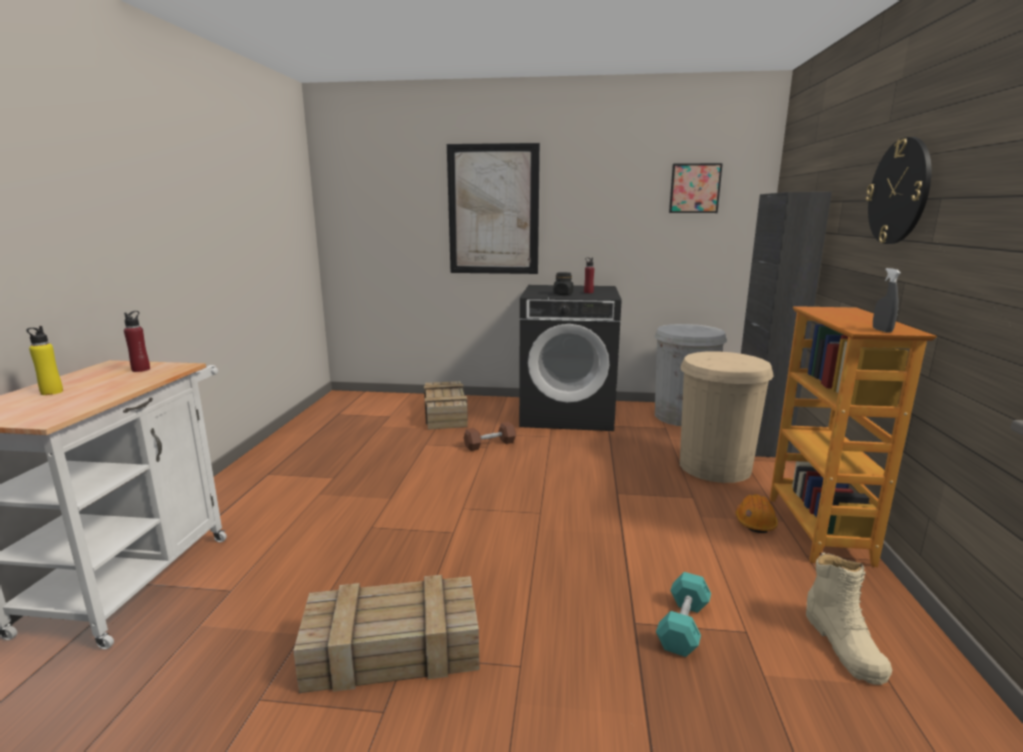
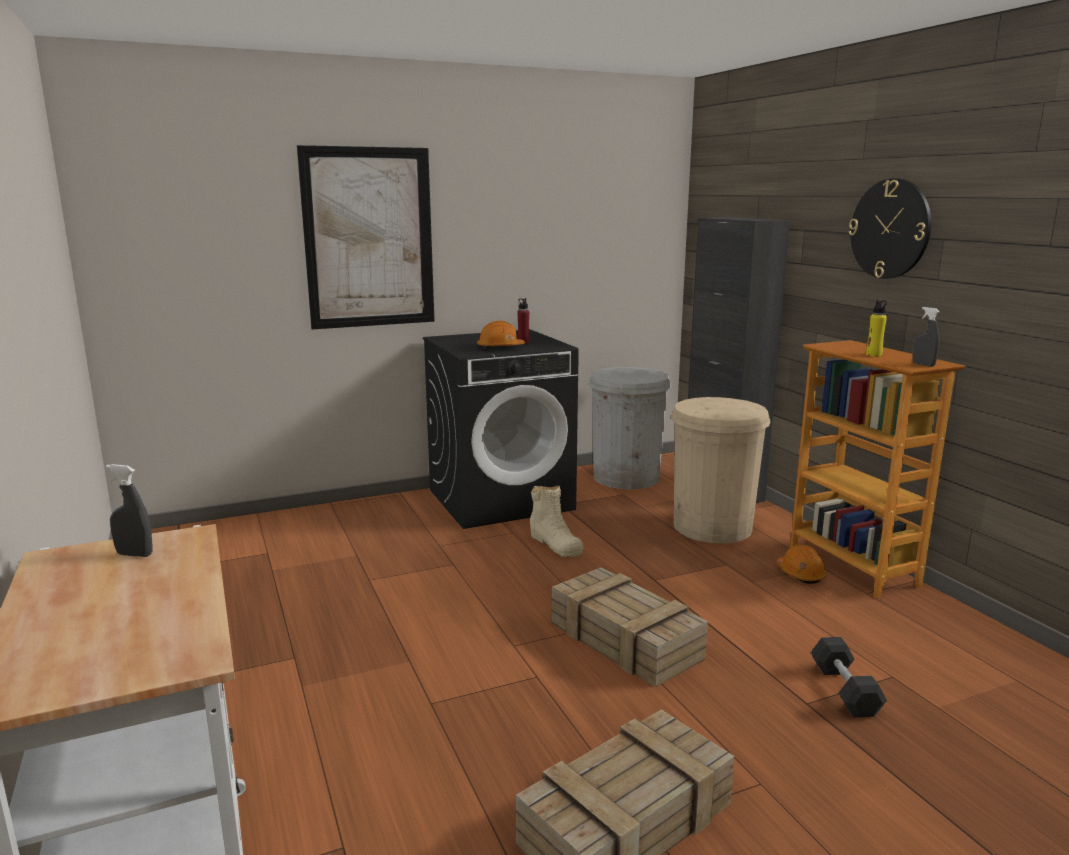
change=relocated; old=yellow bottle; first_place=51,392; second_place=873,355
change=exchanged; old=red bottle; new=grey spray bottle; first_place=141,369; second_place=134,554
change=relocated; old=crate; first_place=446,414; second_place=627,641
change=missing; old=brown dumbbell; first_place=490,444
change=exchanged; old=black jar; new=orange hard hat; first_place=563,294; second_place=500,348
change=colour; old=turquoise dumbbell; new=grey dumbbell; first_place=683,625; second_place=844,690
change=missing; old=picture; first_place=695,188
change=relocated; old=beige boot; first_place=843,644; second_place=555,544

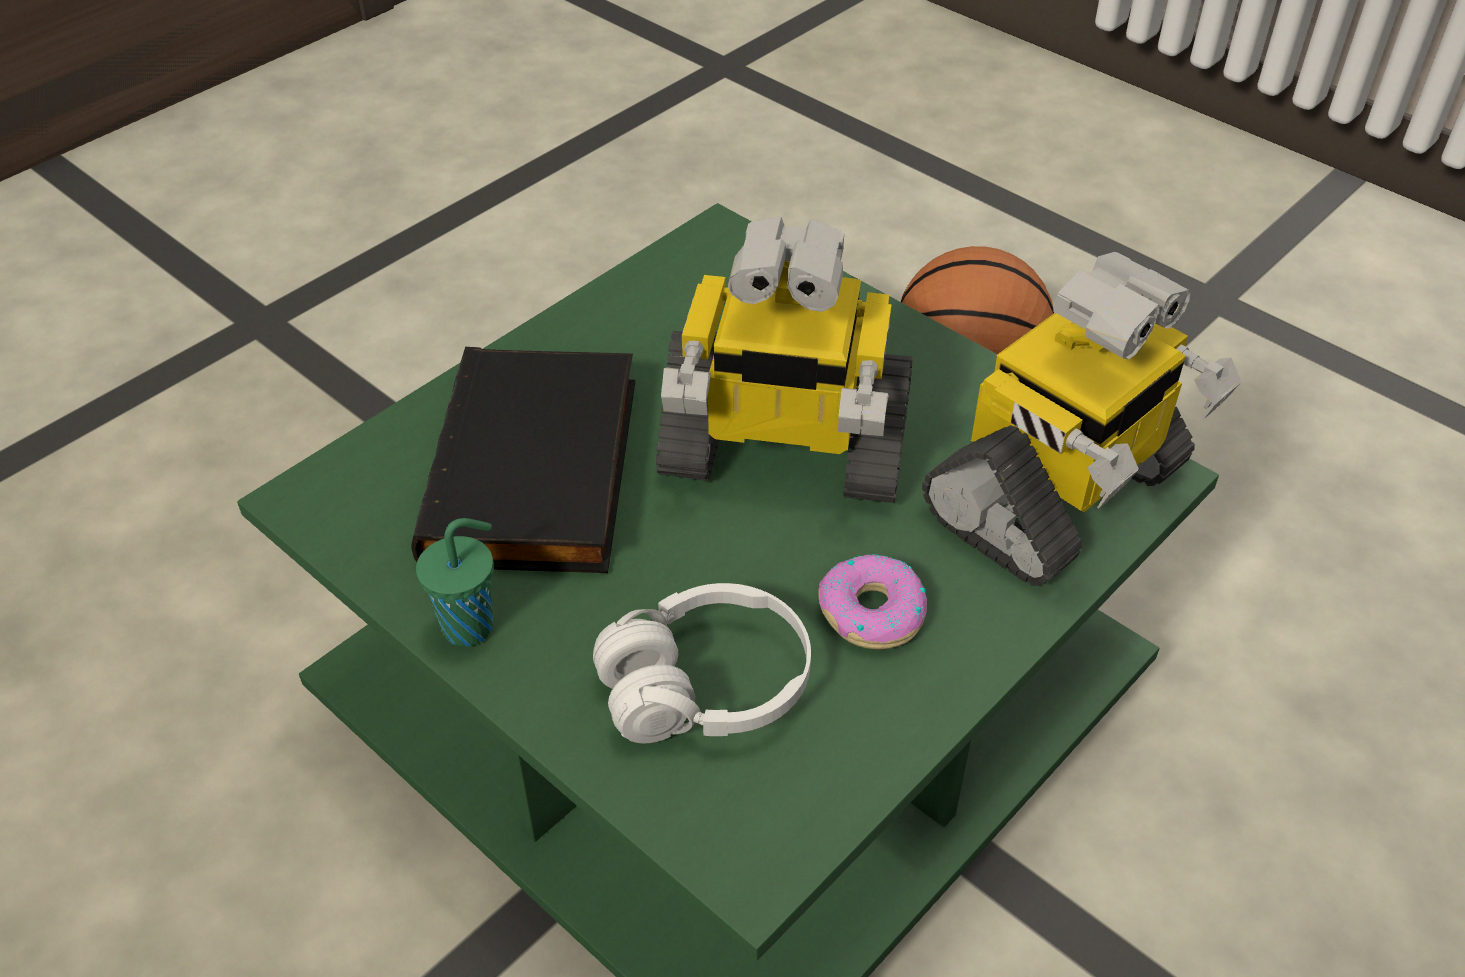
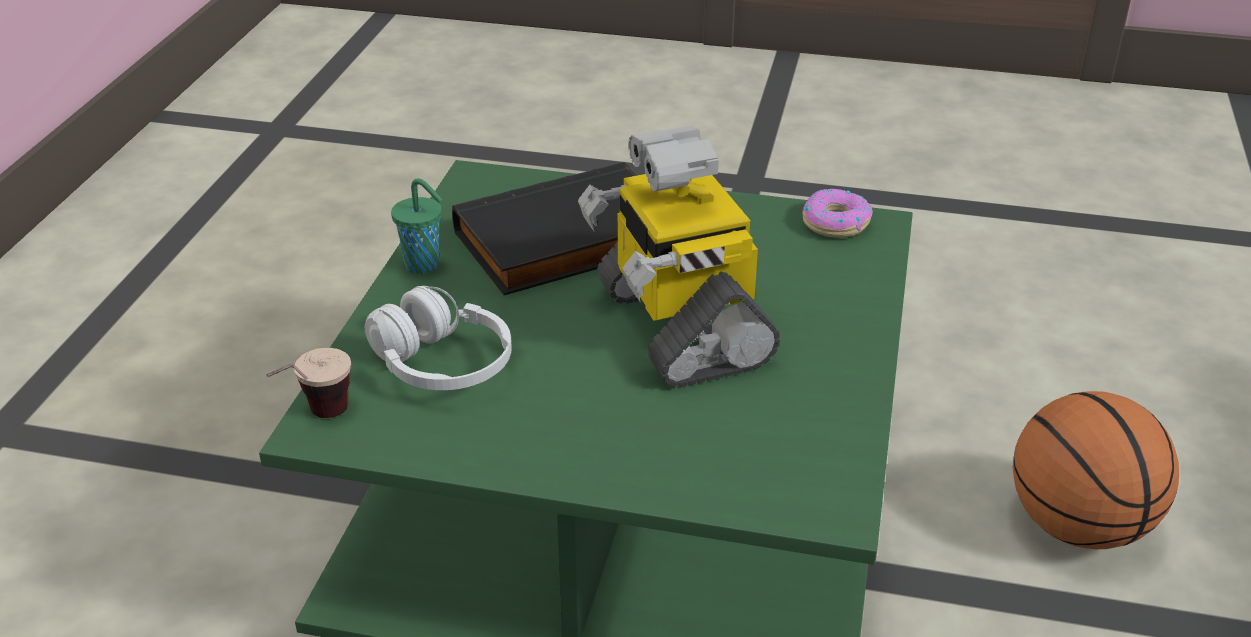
change=relocated; old=donut; first_place=871,612; second_place=835,223
change=missing; old=toy robot; first_place=1059,494
change=appeared; new=cup; second_place=315,420

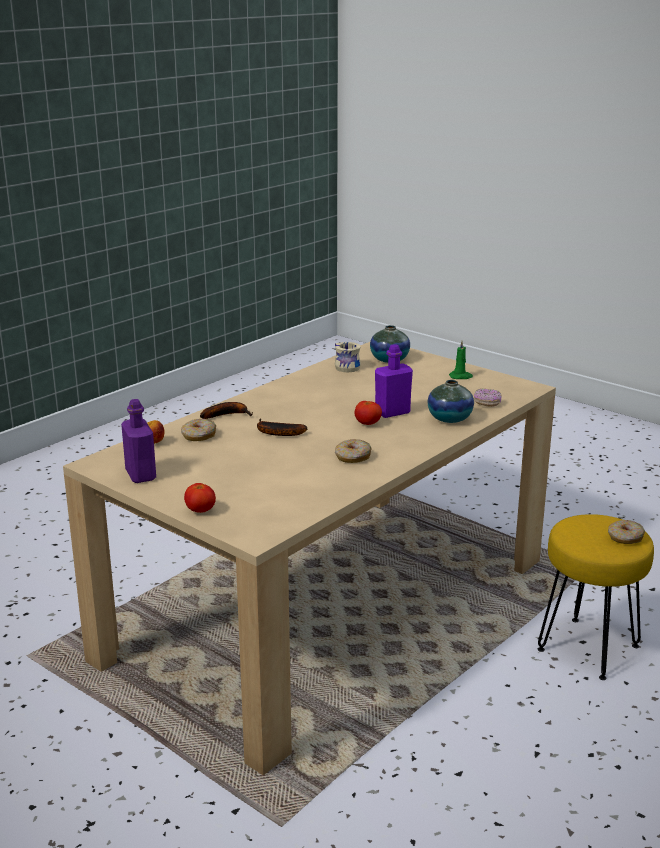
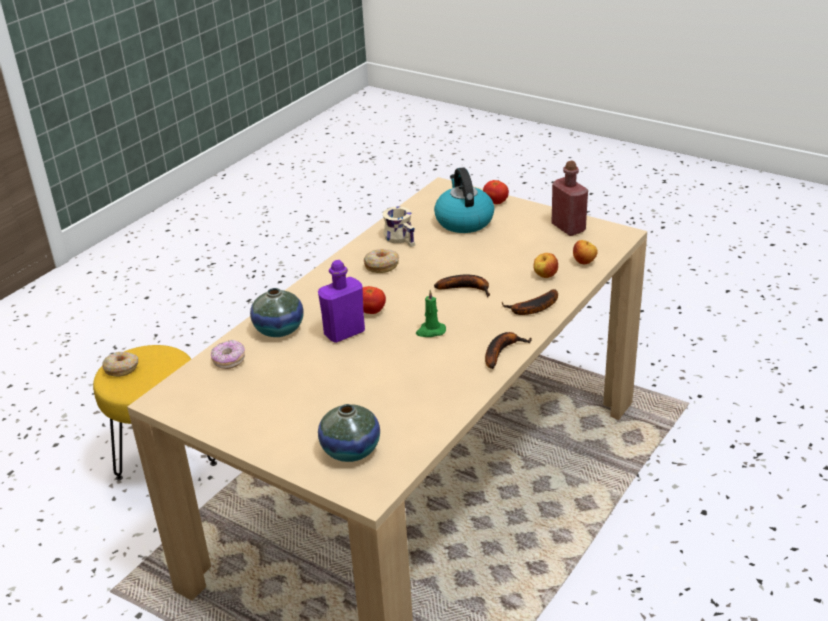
change=colour; old=purple bottle; new=red bottle; first_place=140,475; second_place=568,228
change=exchanged; old=donut; new=apple; first_place=199,436; second_place=545,276
change=relocated; old=beige mug; first_place=343,367; second_place=403,237
change=relocated; old=green candle; first_place=461,376; second_place=430,331
change=appeared; new=kettle; second_place=463,221
change=appeared; new=banana; second_place=502,352

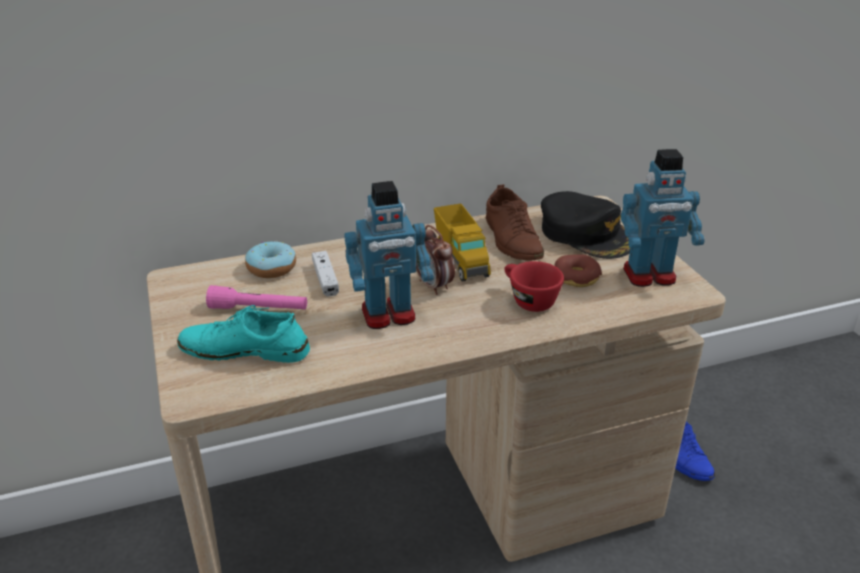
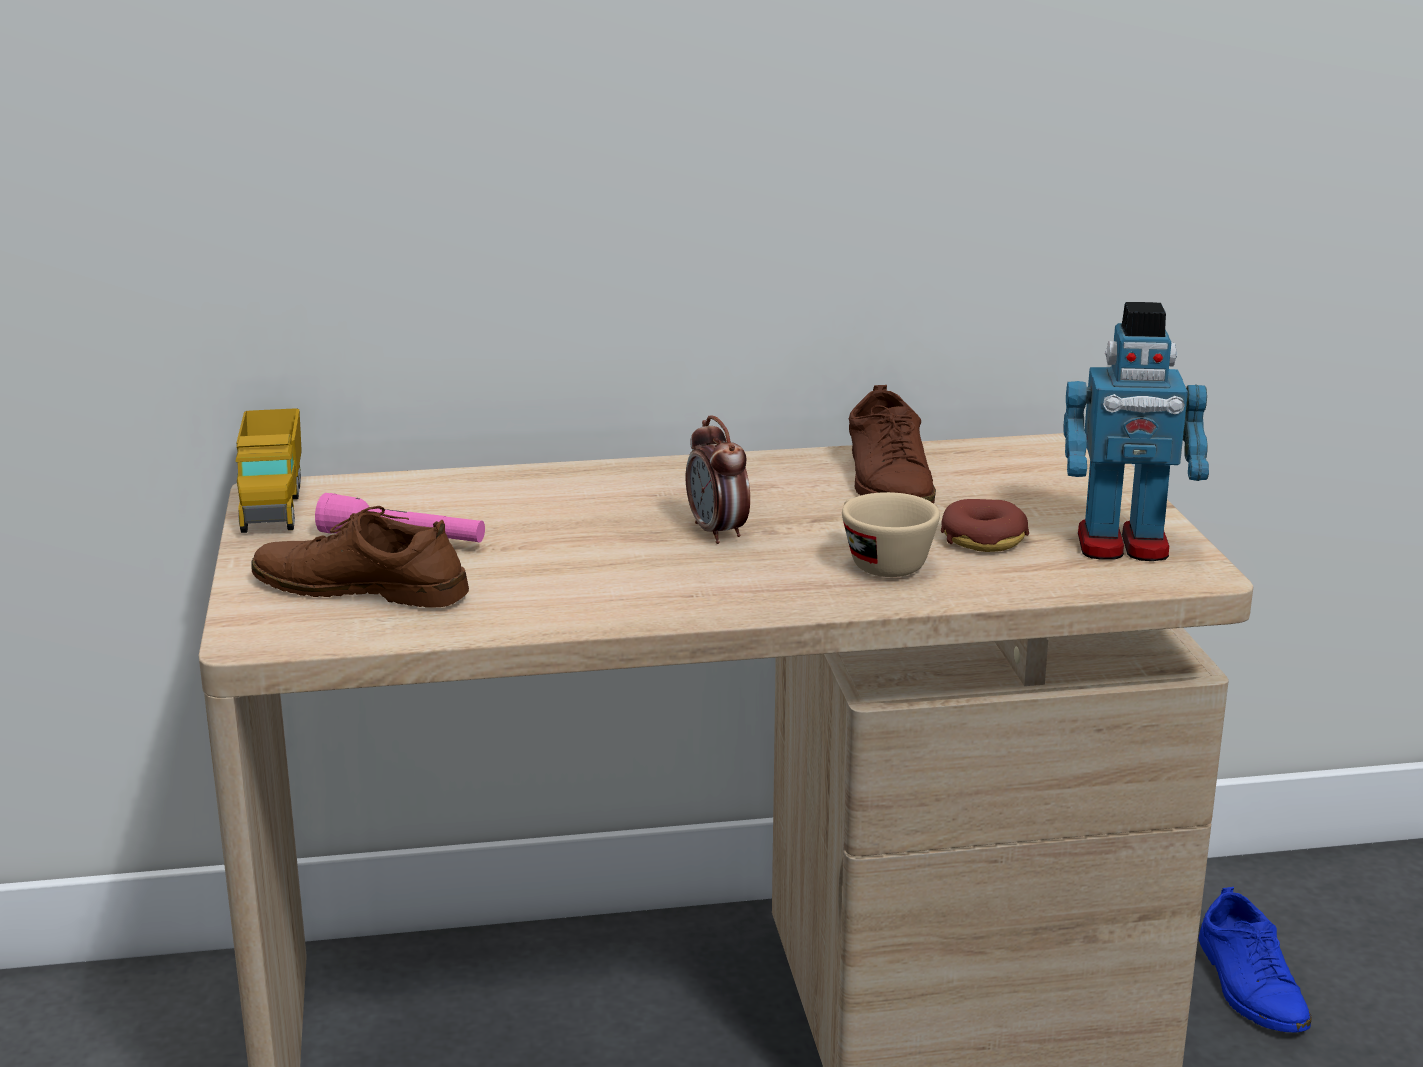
change=colour; old=turquoise shoe; new=brown shoe; first_place=245,349; second_place=361,588
change=missing; old=donut; first_place=272,268
change=missing; old=white game controller; first_place=325,279
change=missing; old=toy robot; first_place=389,315
change=relocated; old=toy truck; first_place=461,260; second_place=272,505
change=colour; old=red cup; new=beige cup; first_place=528,300; second_place=879,562
change=missing; old=black cap; first_place=586,234

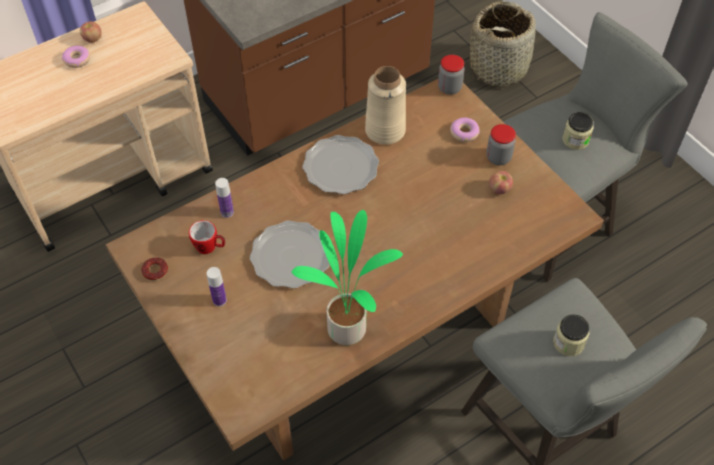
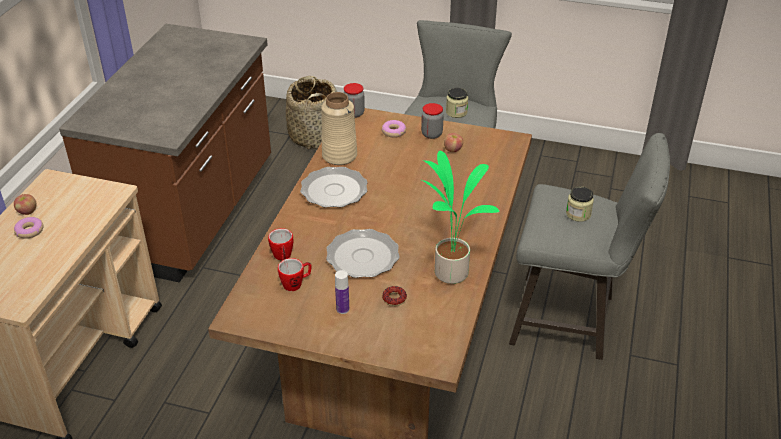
change=relocated; old=donut; first_place=155,271; second_place=394,298
change=exchanged; old=bottle; new=mug; first_place=227,212; second_place=283,257

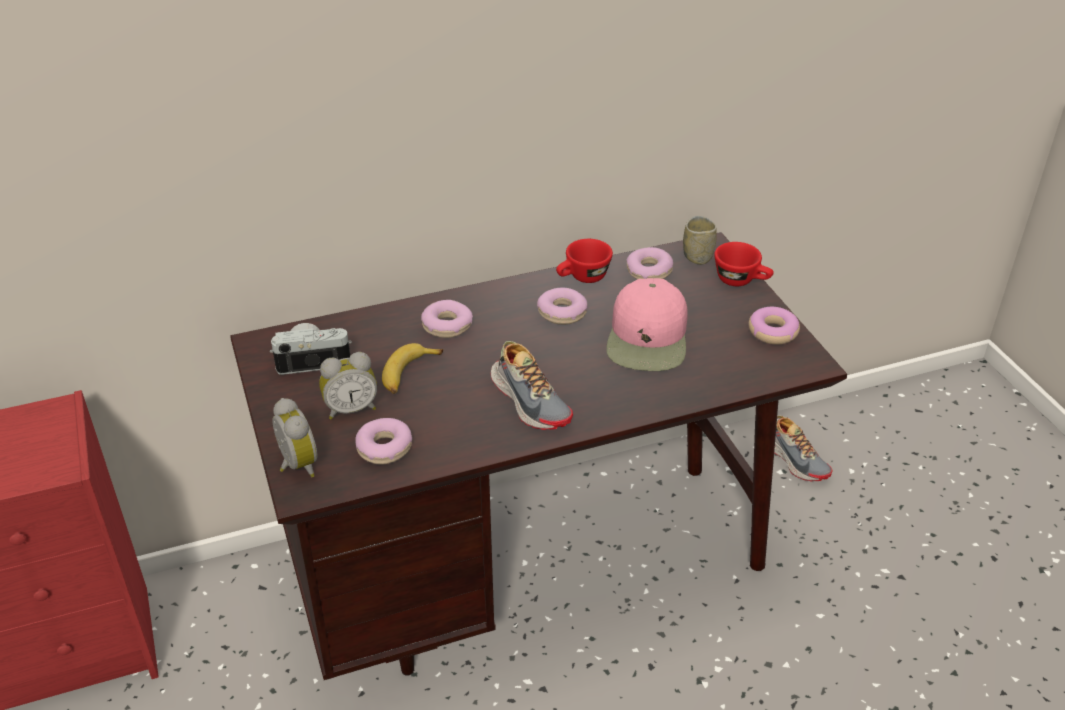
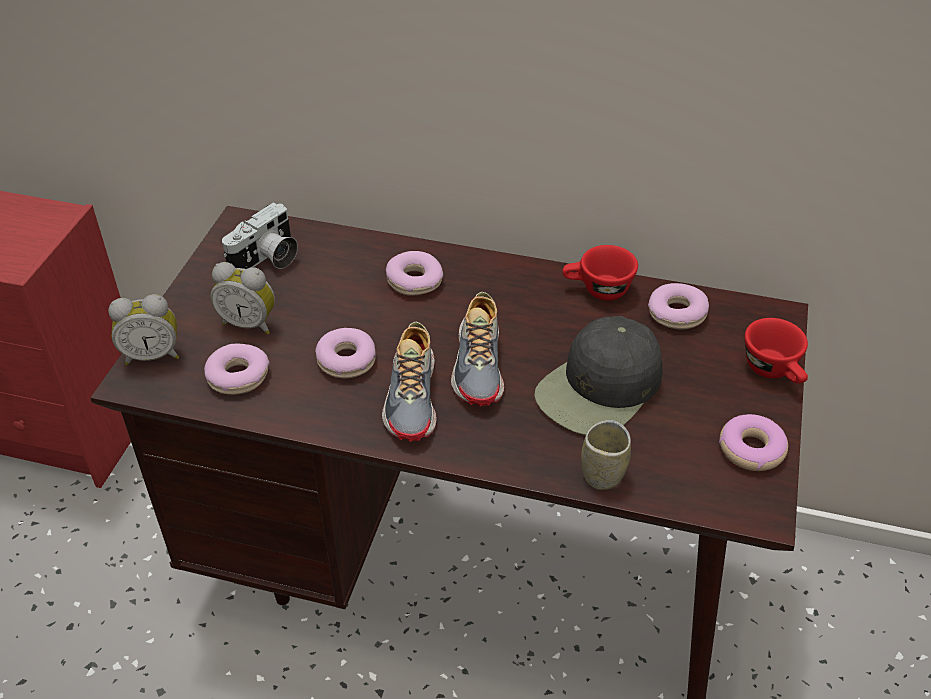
change=spun; old=photo camera; first_place=313,360; second_place=267,260; degrees=105
change=spun; old=alarm clock; first_place=295,465; second_place=152,355; degrees=75
change=missing; old=banana; first_place=408,374
change=relocated; old=donut; first_place=562,313; second_place=346,360
change=colour; old=pink cap; new=black cap; first_place=648,338; second_place=600,389
change=relocated; old=cup; first_place=697,257; second_place=602,474
change=relocated; old=shoe; first_place=795,458; second_place=480,364

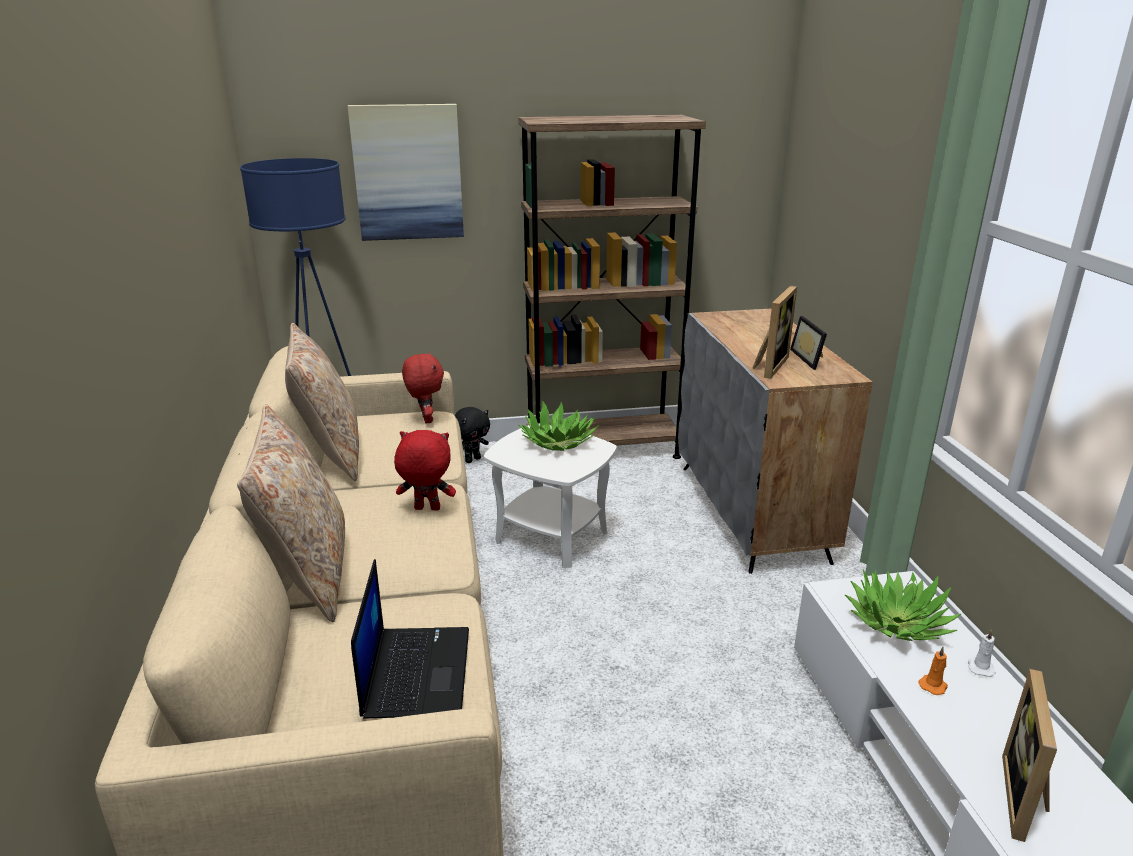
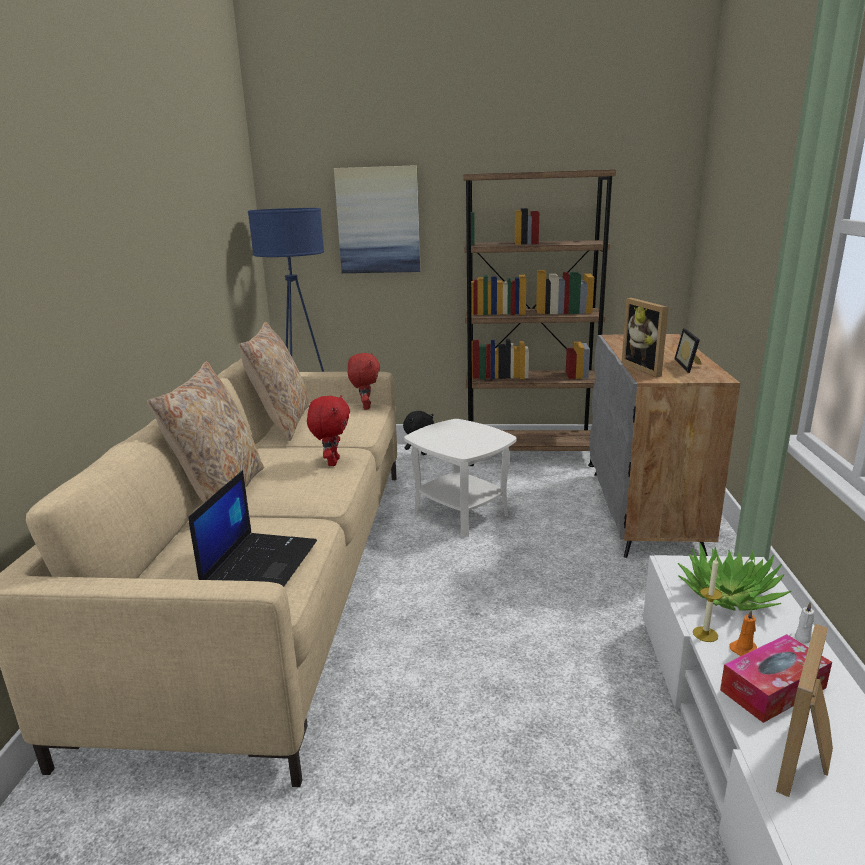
change=spun; old=red plush toy; first_place=426,509; second_place=332,462; degrees=75
change=missing; old=potted plant; first_place=558,441
change=spun; old=picture frame; first_place=768,365; second_place=647,368; degrees=120
change=appeared; new=candle; second_place=705,634
change=appeared; new=tissue box; second_place=773,689

